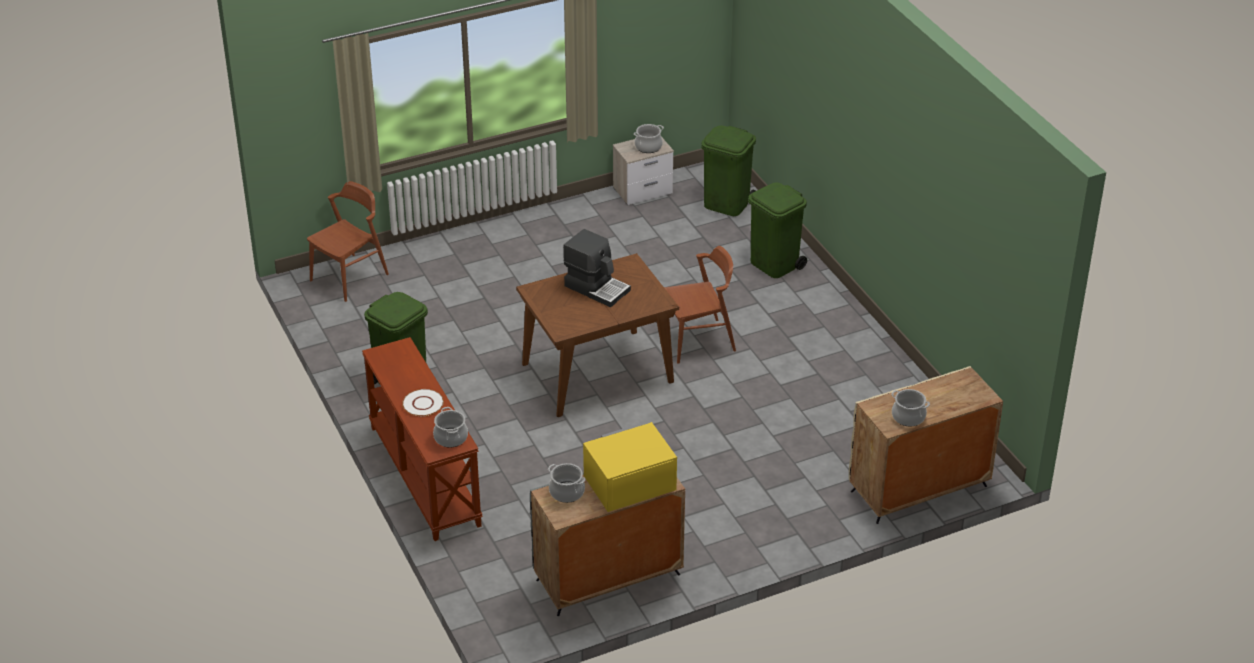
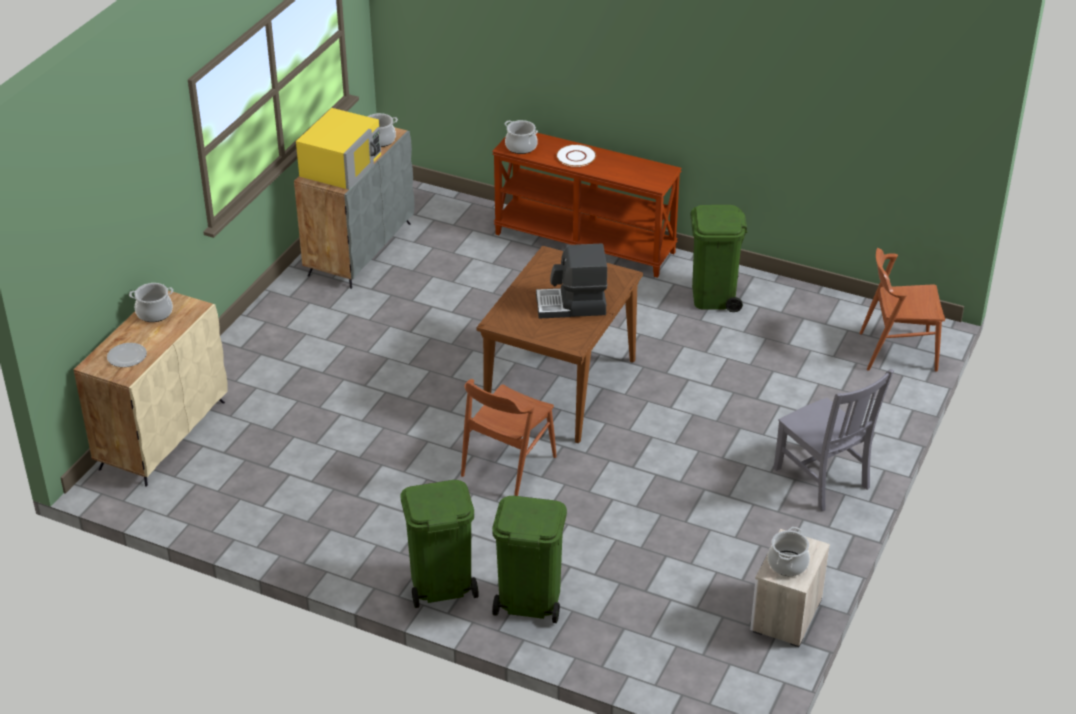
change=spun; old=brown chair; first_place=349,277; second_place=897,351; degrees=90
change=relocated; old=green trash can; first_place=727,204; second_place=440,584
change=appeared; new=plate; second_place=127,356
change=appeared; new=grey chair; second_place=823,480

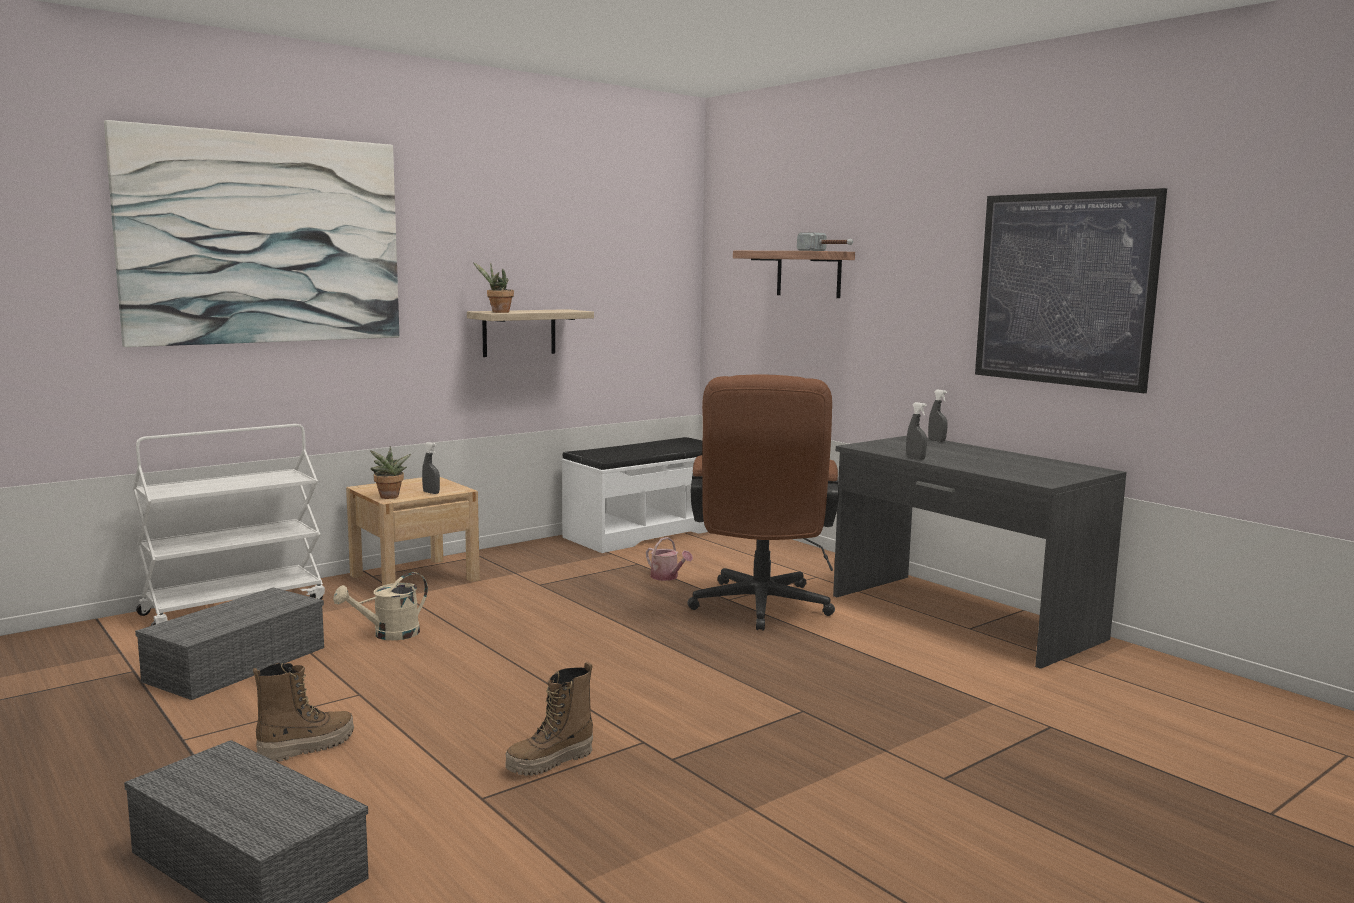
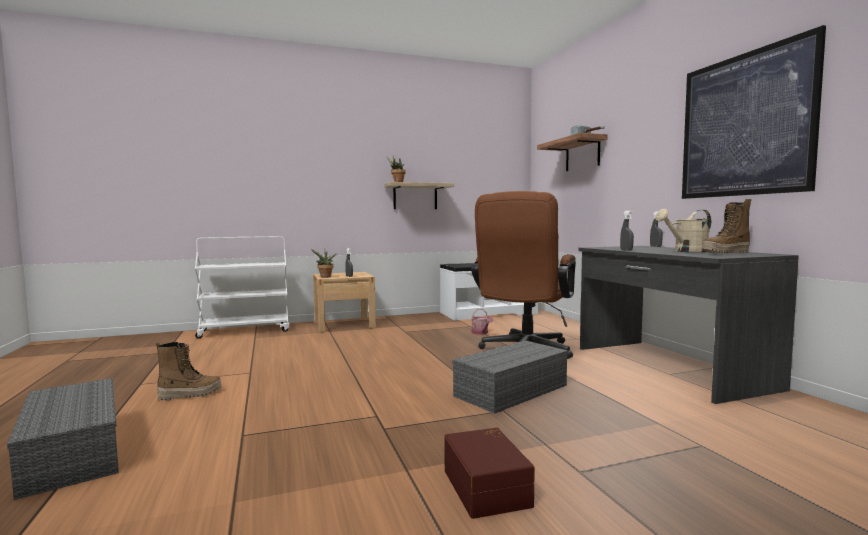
change=missing; old=picture; first_place=264,239
change=relocated; old=grey storage box; first_place=237,663; second_place=511,390
change=relocated; old=beige watering can; first_place=388,635; second_place=686,251
change=relocated; old=boot; first_place=550,762; second_place=725,253
change=appeared; new=brown storage box; second_place=488,487

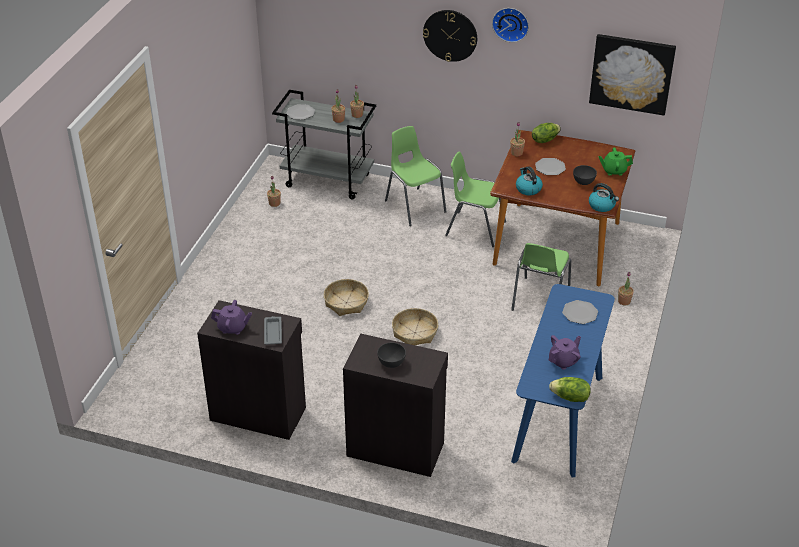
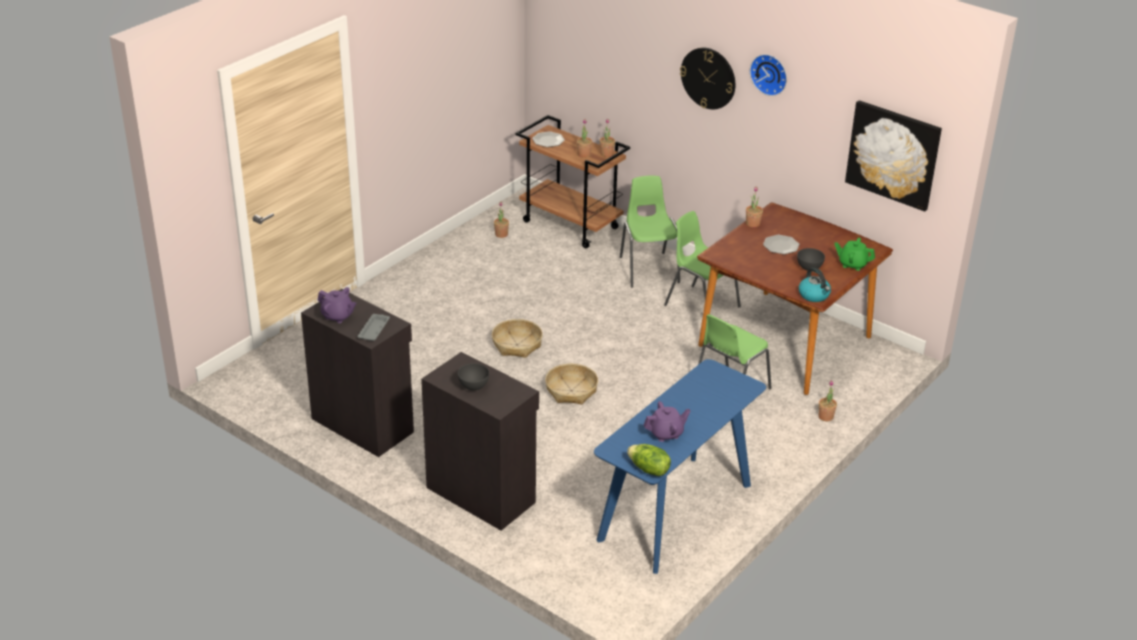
change=colour; old=grey cart; new=brown cart; first_place=328,180; second_place=571,225
change=missing; old=kettle; first_place=528,189
change=missing; old=lettuce; first_place=544,140
change=missing; old=plate; first_place=580,313

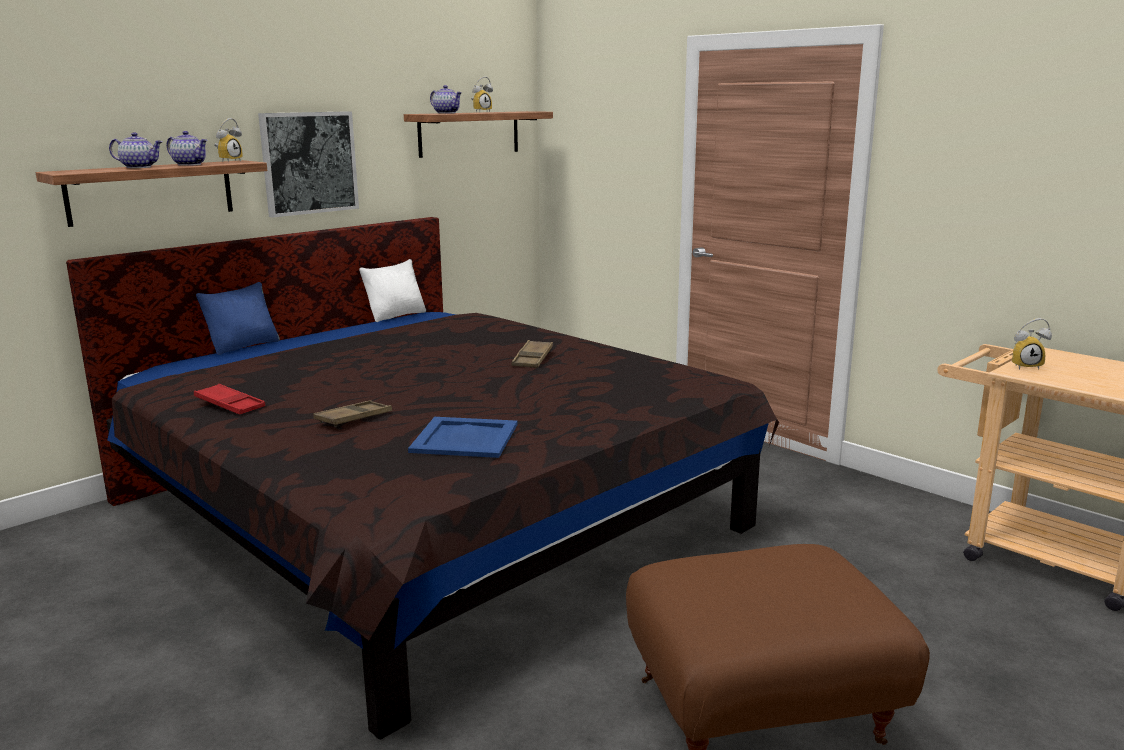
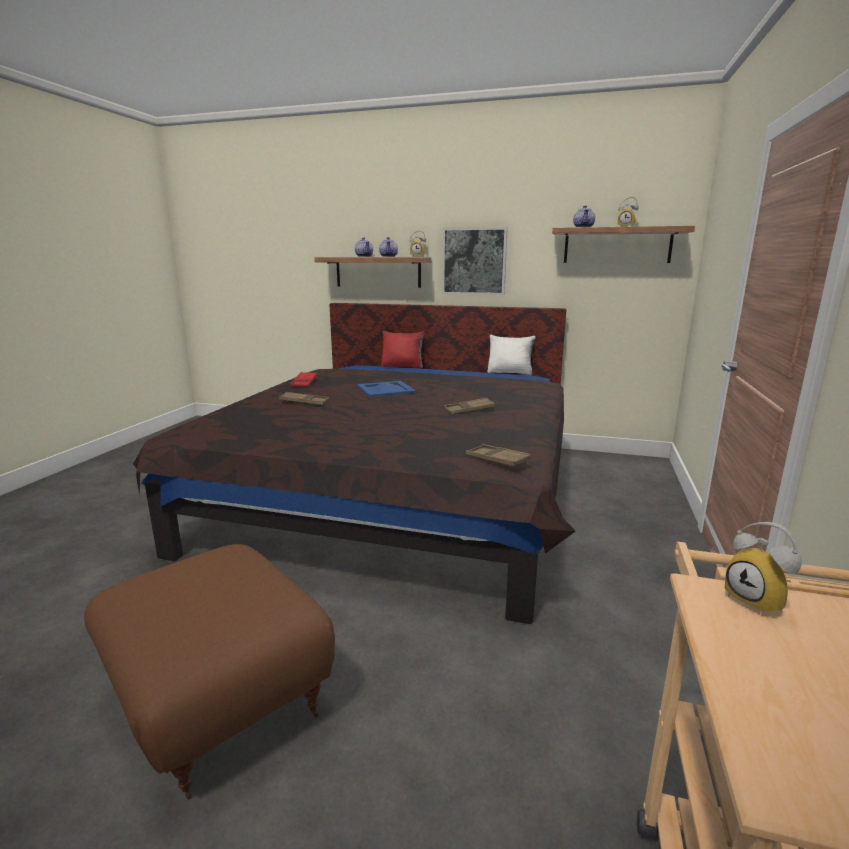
change=colour; old=blue pillow; new=red pillow; first_place=243,346; second_place=403,366
change=relocated; old=blue tray; first_place=464,437; second_place=386,389
change=appeared; new=brown tray; second_place=497,460

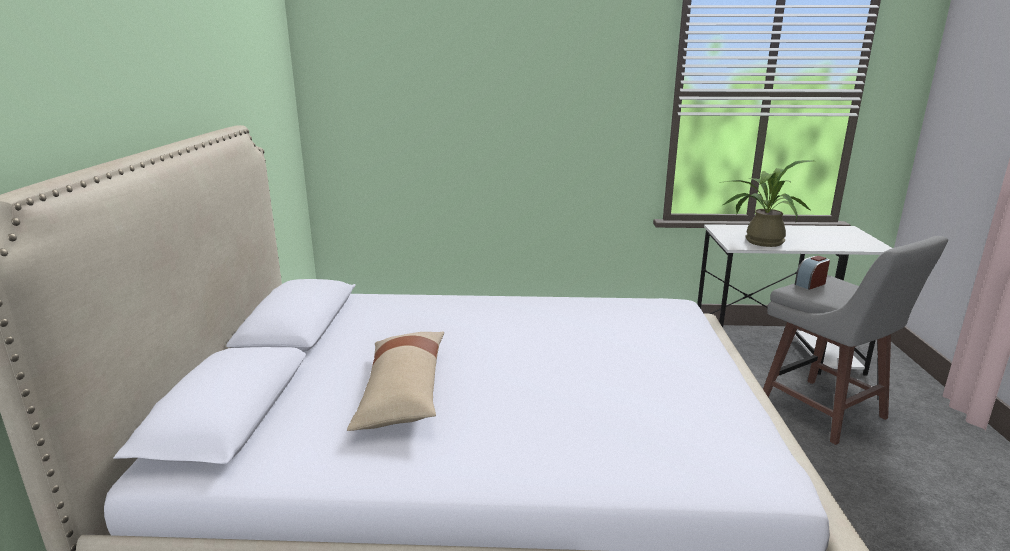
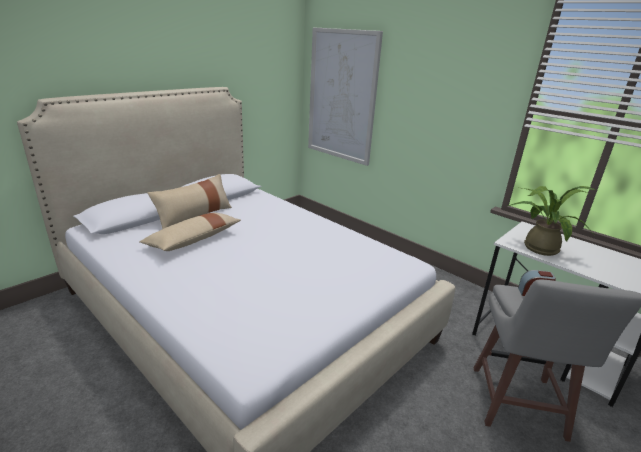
change=appeared; new=beige pillow; second_place=194,215
change=appeared; new=picture; second_place=342,96

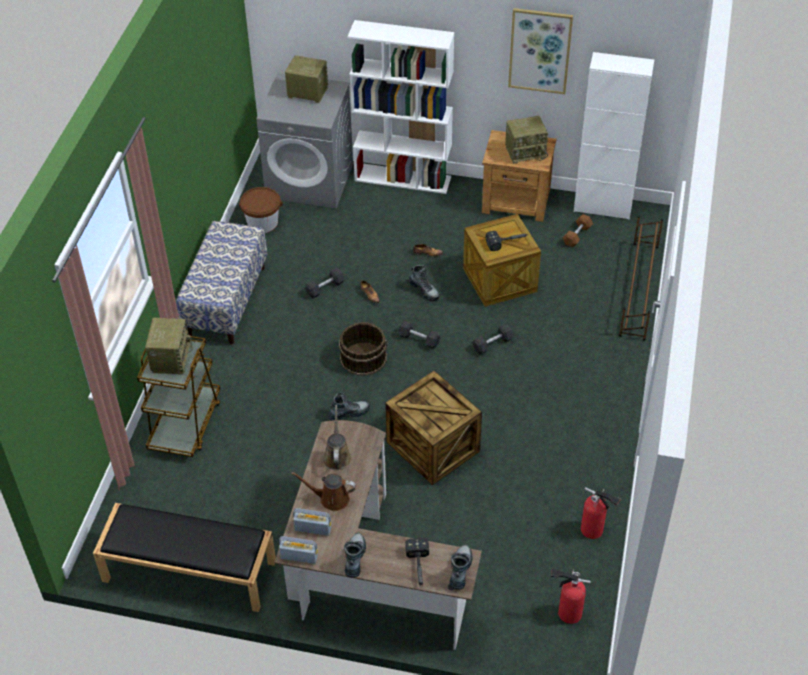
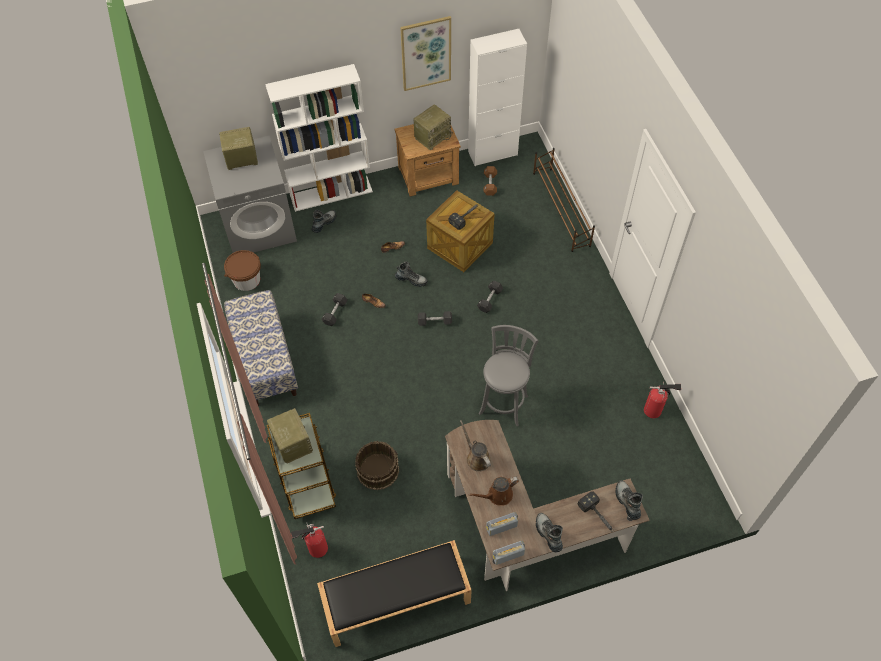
change=relocated; old=boot; first_place=348,413; second_place=324,223
change=relocated; old=brown bucket; first_place=363,358; second_place=377,470
change=exchanged; old=crate; new=grey stool; first_place=434,446; second_place=504,402
change=relocated; old=fire extinguisher; first_place=567,612; second_place=316,549

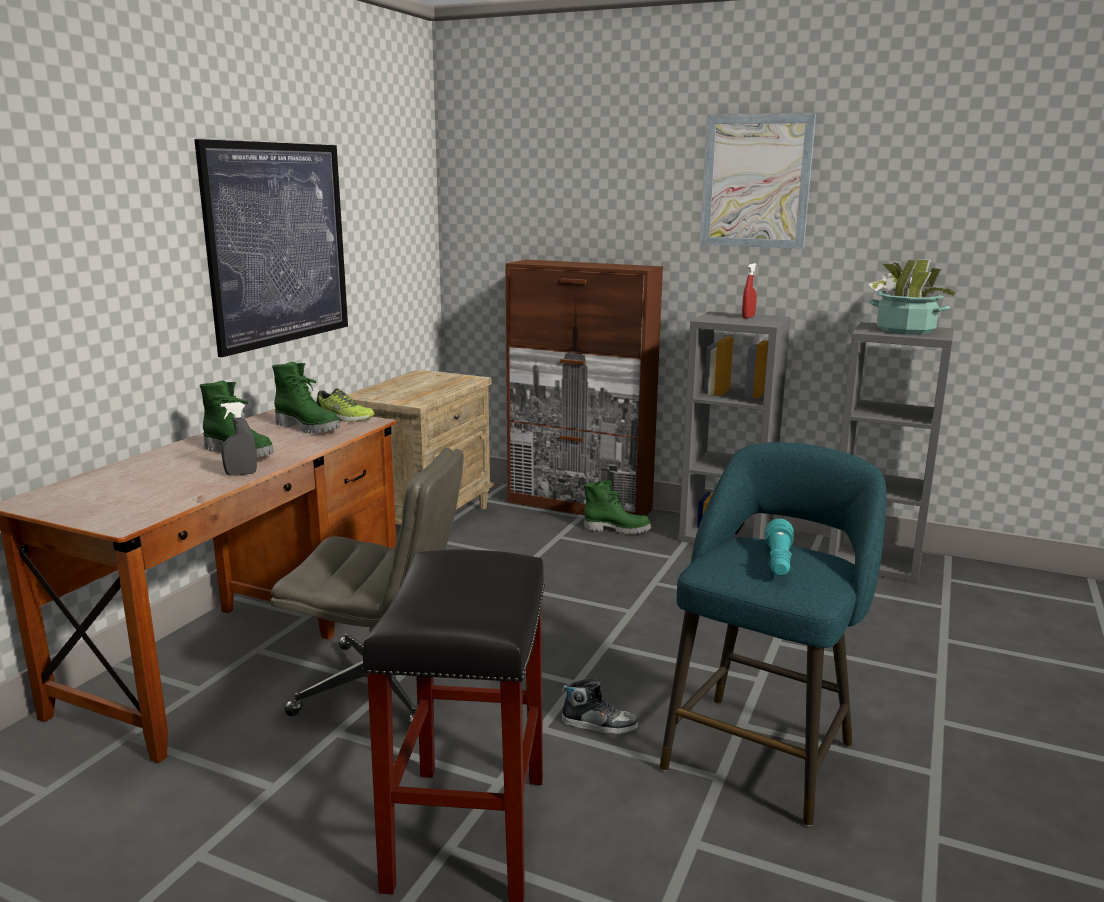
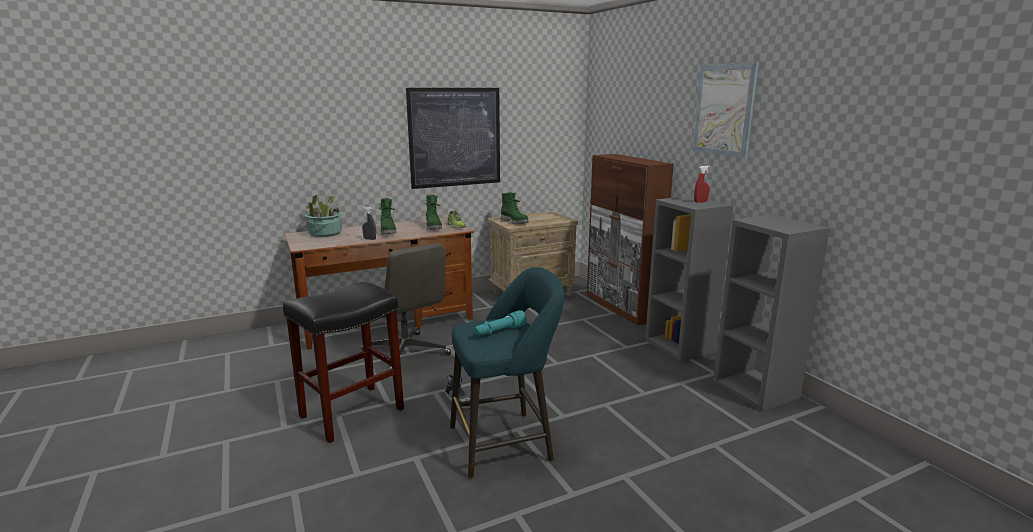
change=relocated; old=green boot; first_place=617,529; second_place=515,222
change=relocated; old=potted plant; first_place=905,330; second_place=325,233

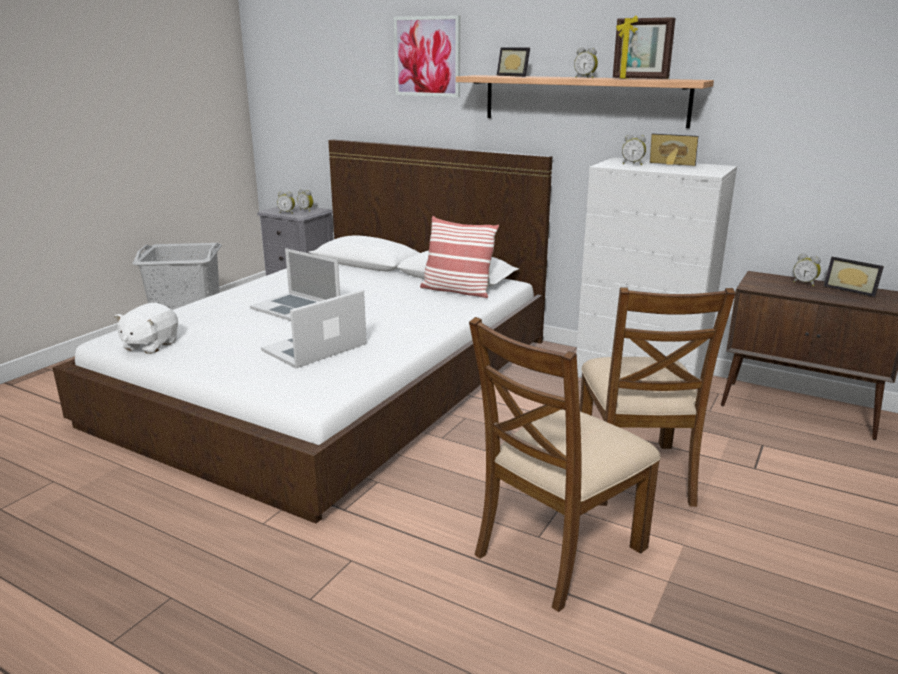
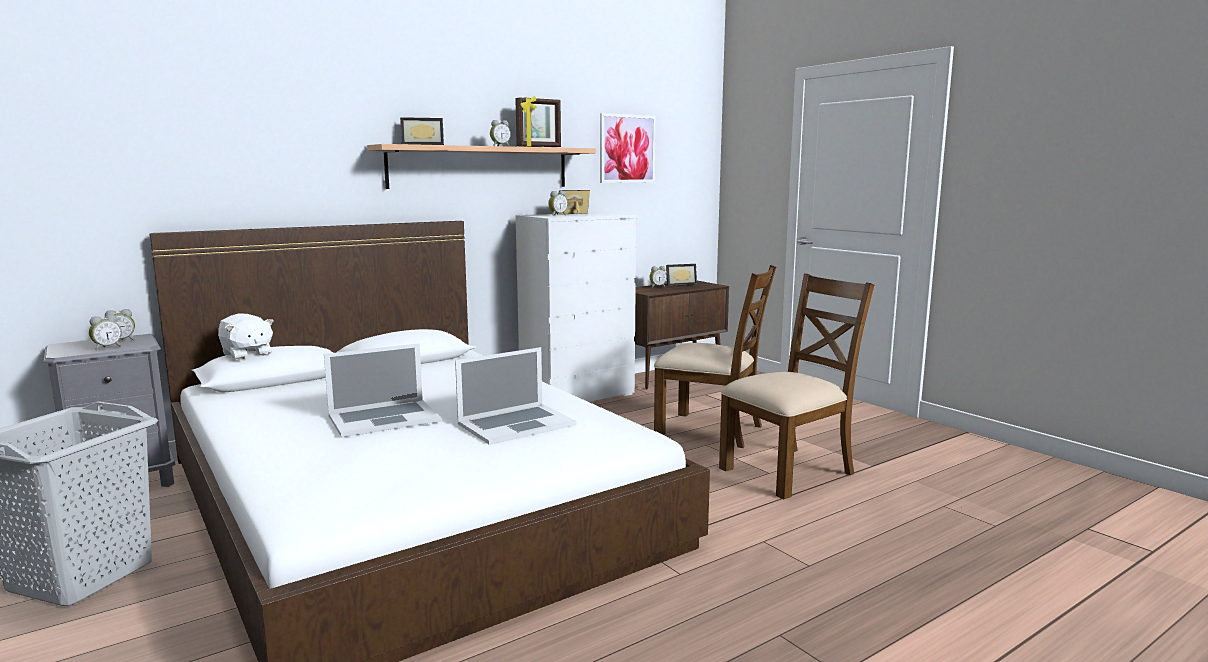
change=relocated; old=white plush toy; first_place=150,345; second_place=246,354
change=spun; old=laptop; first_place=315,348; second_place=516,424; degrees=-105
change=relocated; old=picture; first_place=427,56; second_place=627,149
change=missing; old=pillow; first_place=457,290
change=spun; old=brown chair; first_place=558,550; second_place=789,471; degrees=-105

